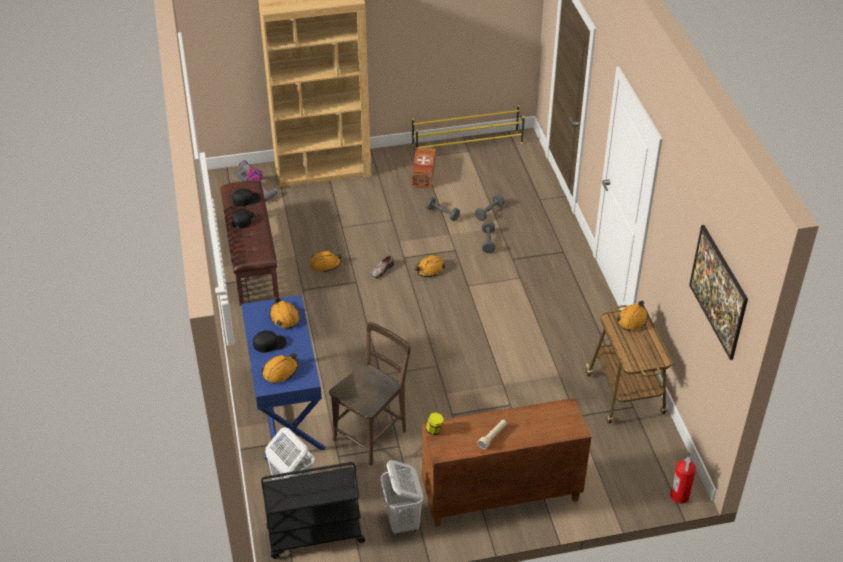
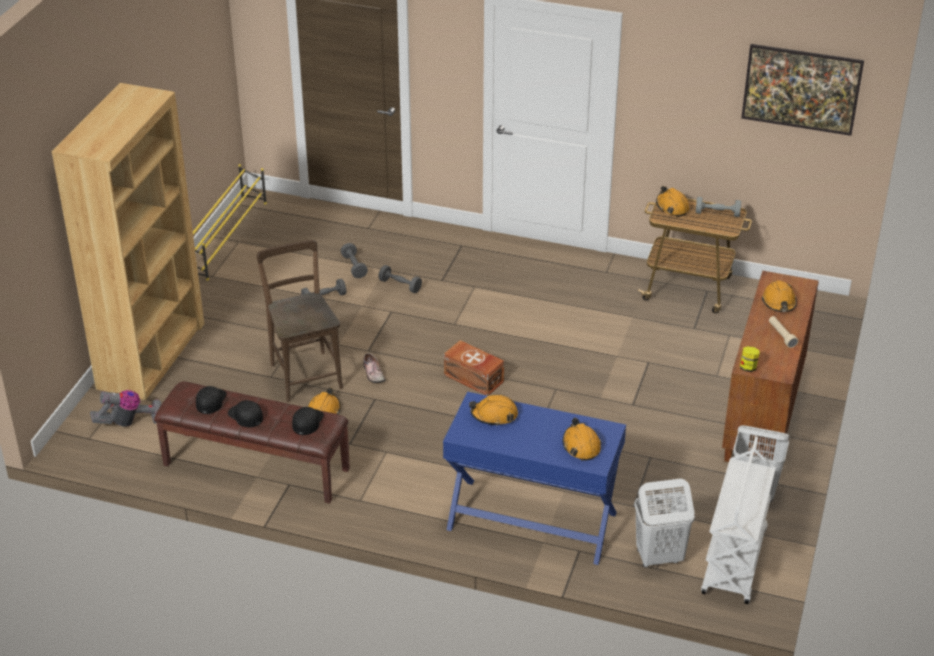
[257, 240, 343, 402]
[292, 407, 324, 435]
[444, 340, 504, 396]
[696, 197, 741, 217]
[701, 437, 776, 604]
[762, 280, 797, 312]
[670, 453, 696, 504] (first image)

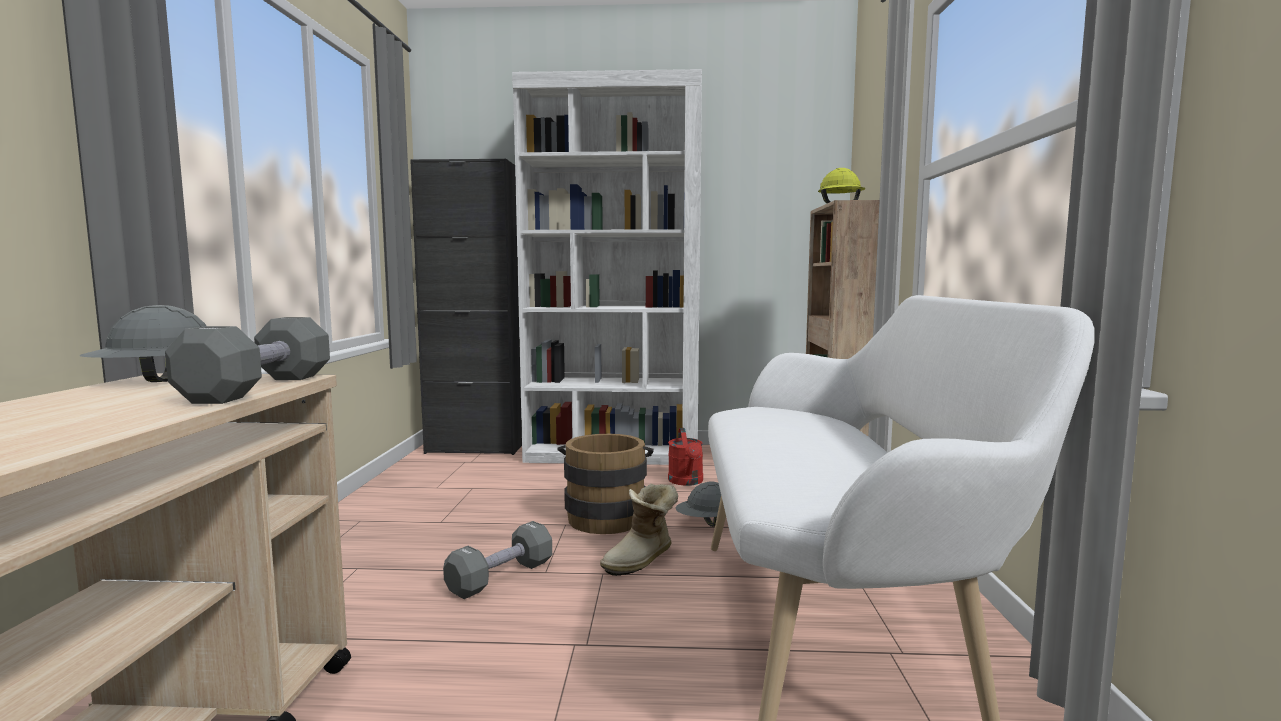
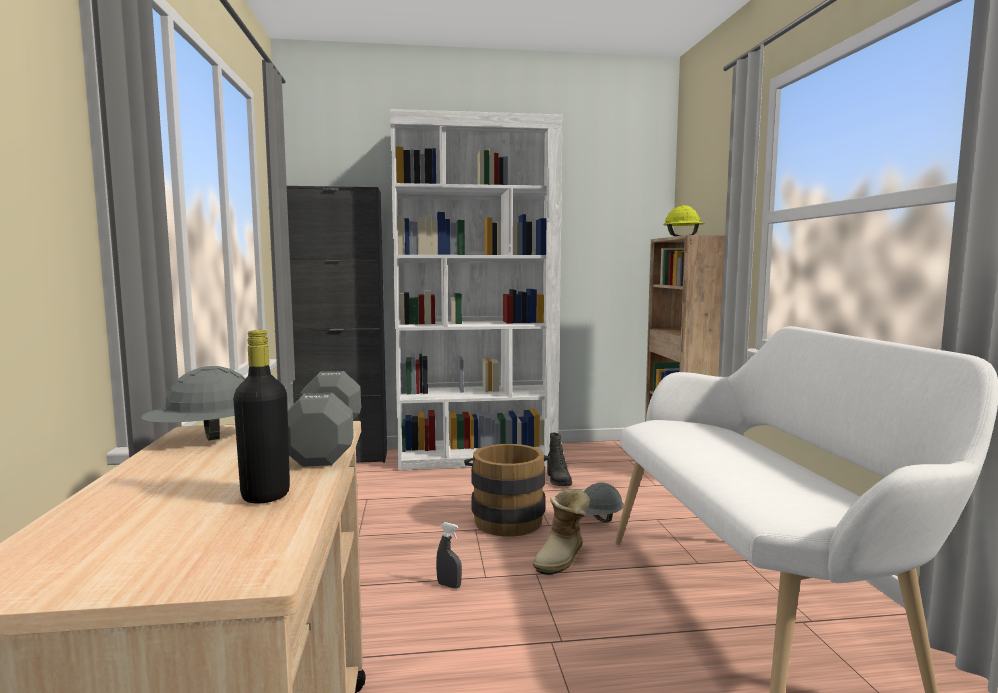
[233, 330, 290, 503]
[436, 522, 462, 589]
[547, 433, 572, 487]

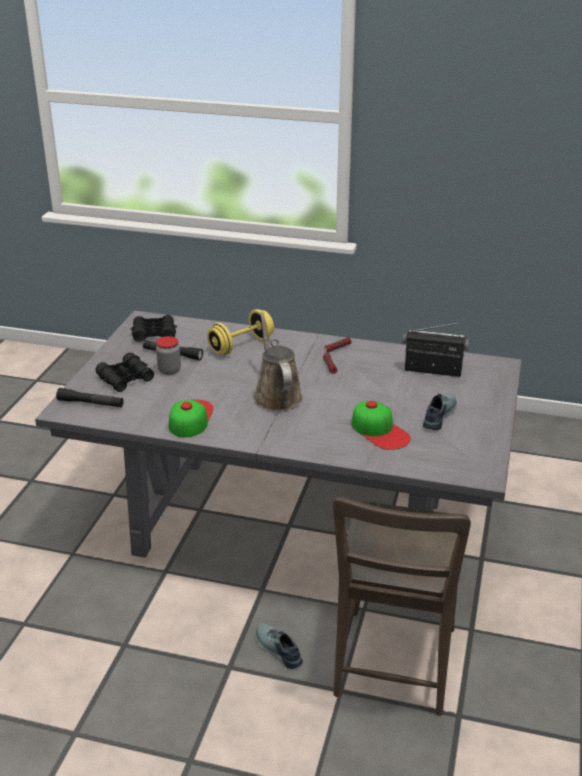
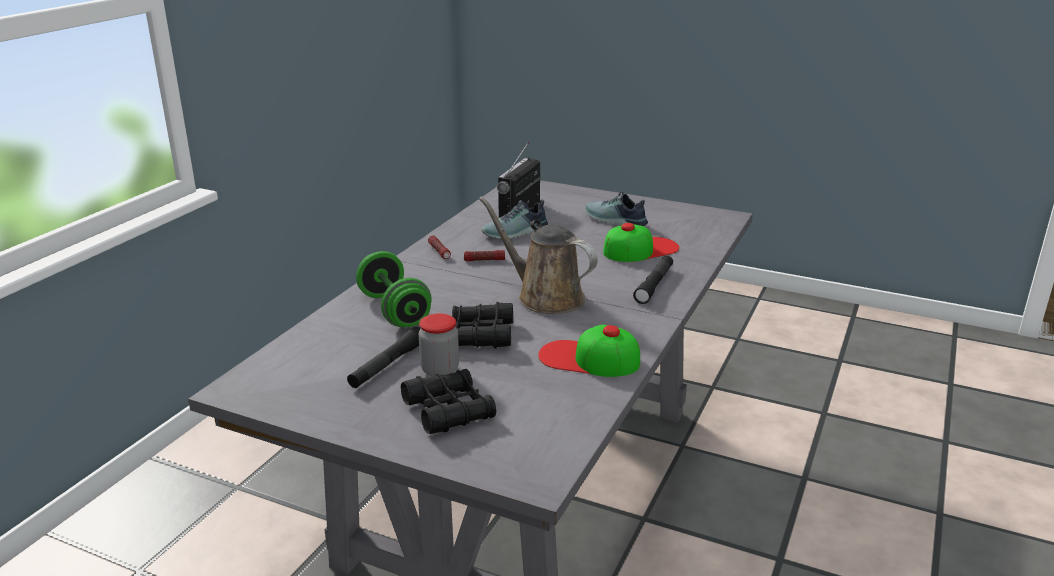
[356, 251, 432, 327]
[452, 302, 513, 349]
[479, 196, 598, 314]
[481, 199, 548, 239]
[633, 256, 673, 304]
[333, 497, 471, 716] (first image)

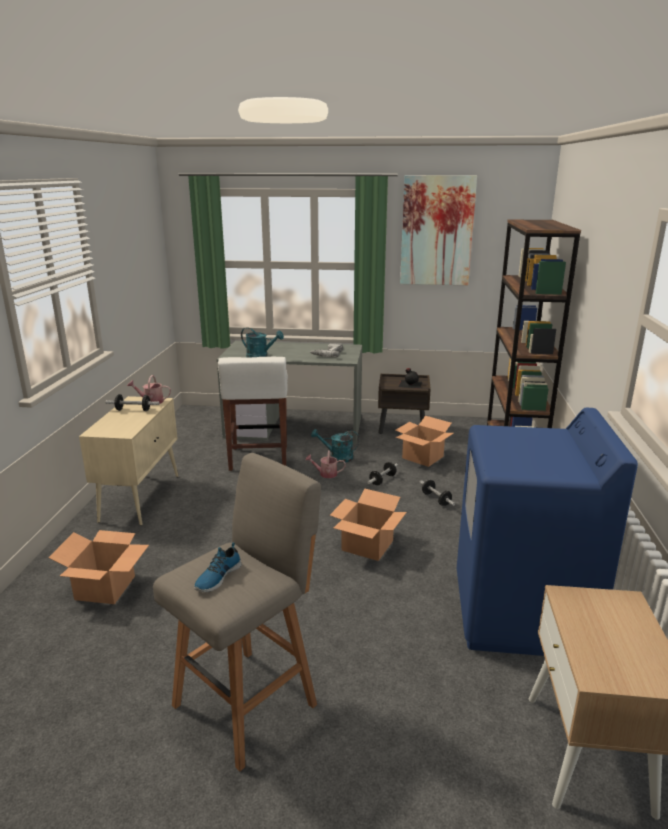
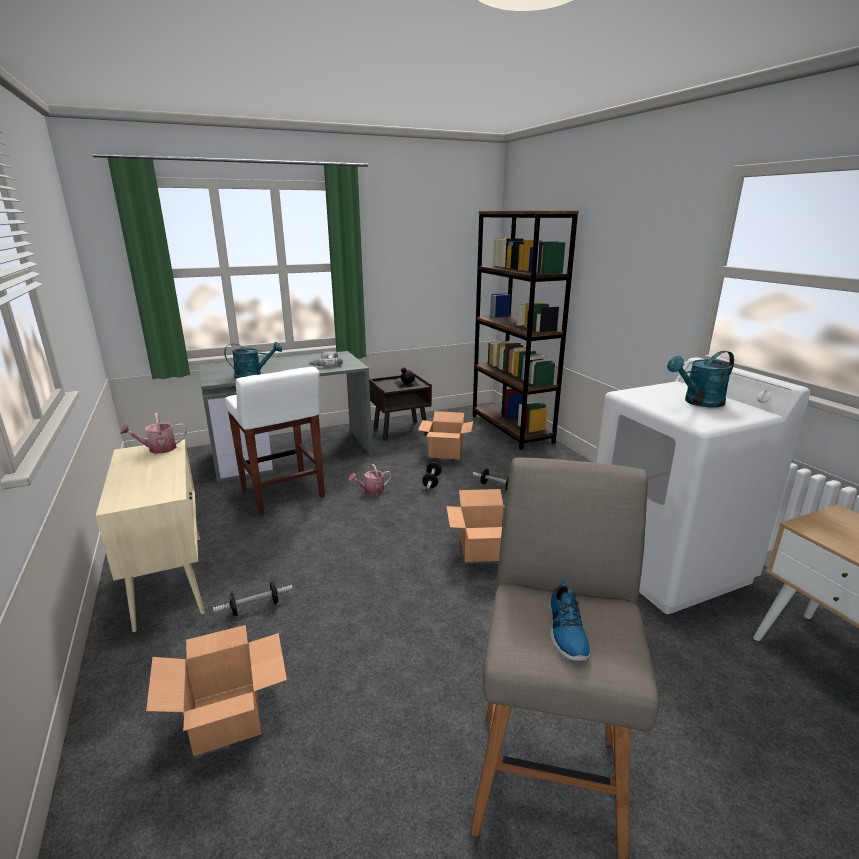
[213, 581, 293, 616]
[596, 357, 810, 614]
[667, 351, 734, 407]
[400, 175, 477, 285] (first image)

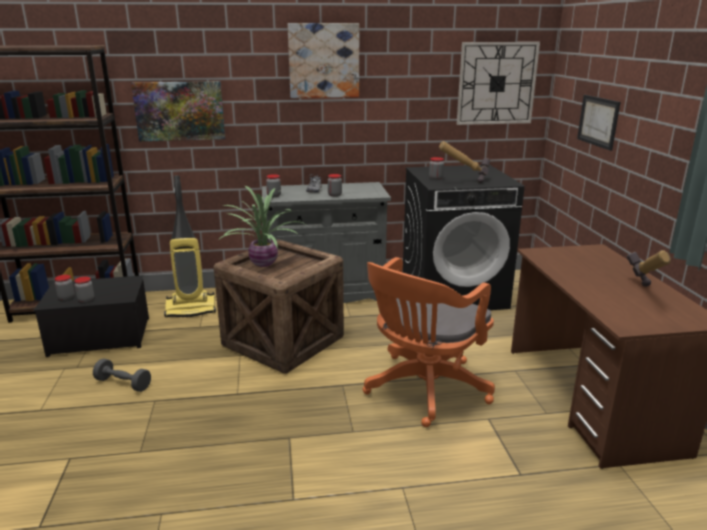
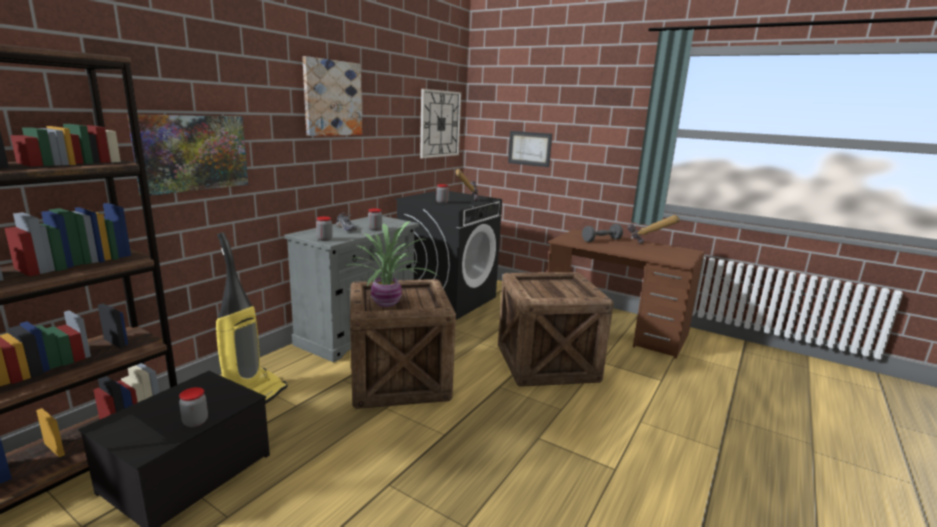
[498, 272, 614, 387]
[582, 224, 623, 242]
[54, 275, 75, 301] (first image)

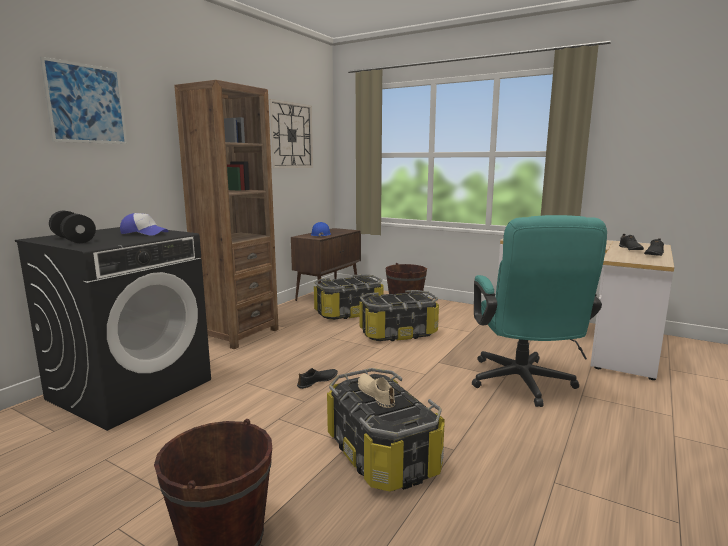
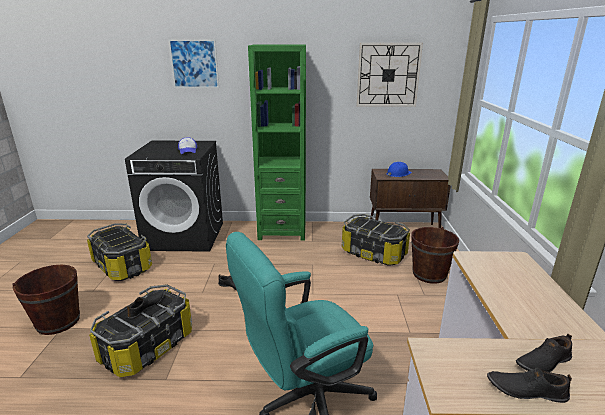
[87, 223, 152, 281]
[127, 291, 164, 320]
[248, 44, 306, 241]
[49, 211, 96, 243] (first image)

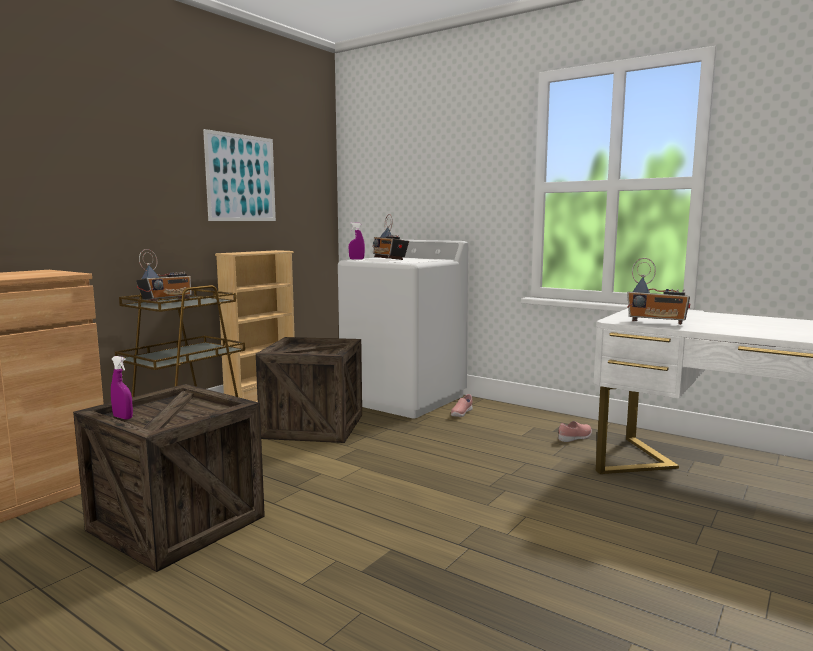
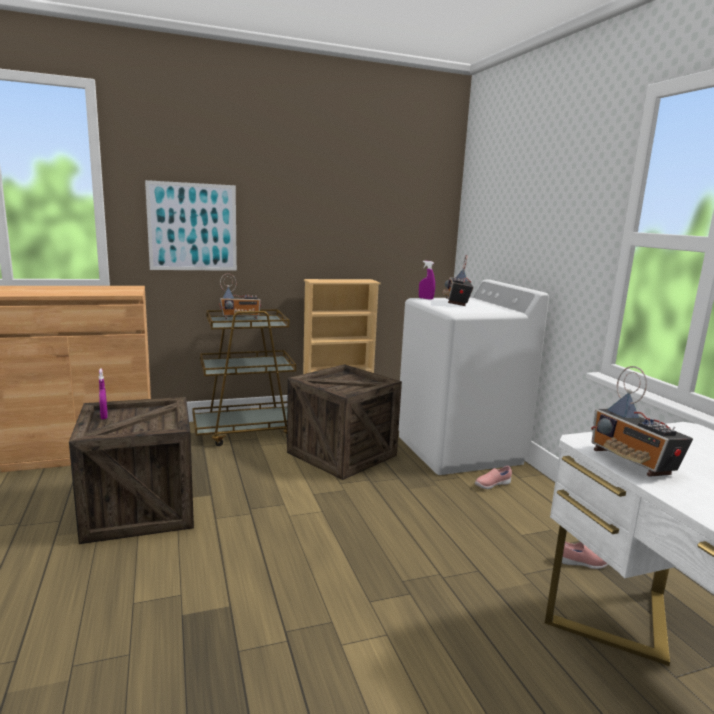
[145, 180, 237, 271]

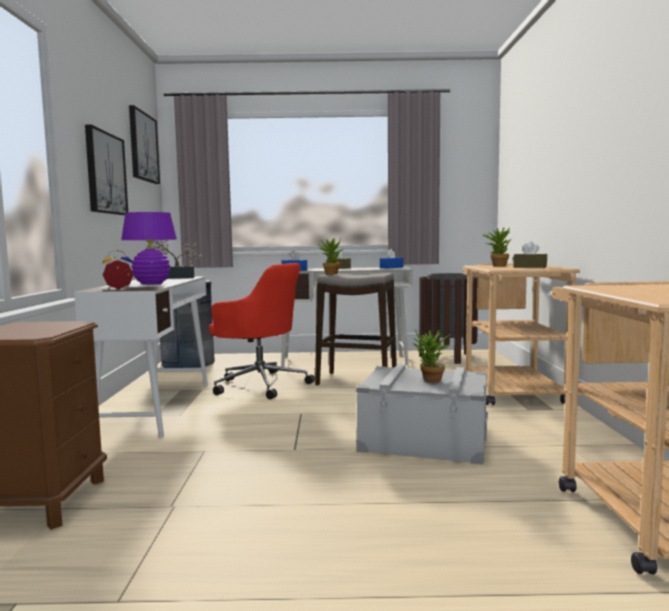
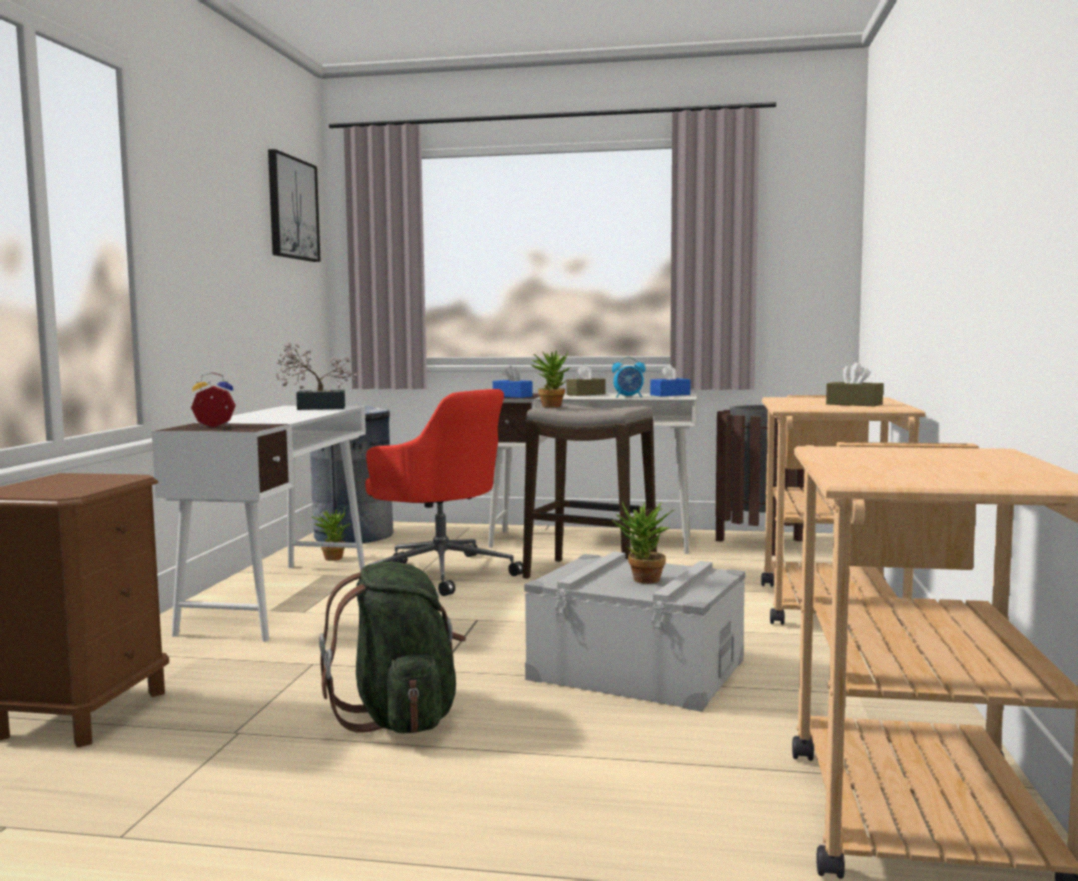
[312, 508, 350, 561]
[319, 562, 466, 734]
[612, 357, 646, 397]
[85, 125, 128, 215] (first image)
[121, 212, 177, 285] (first image)

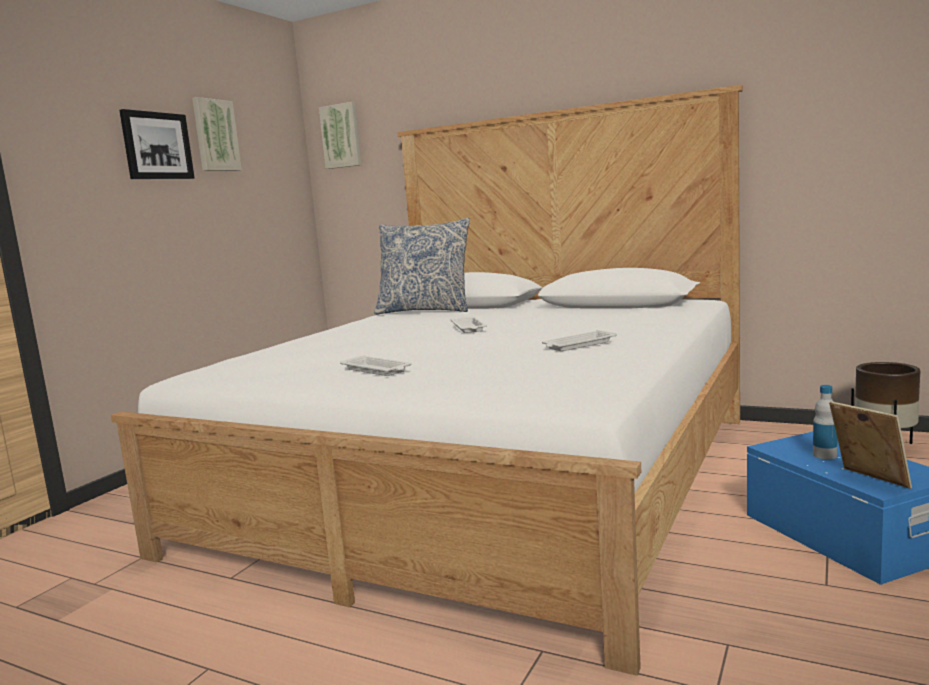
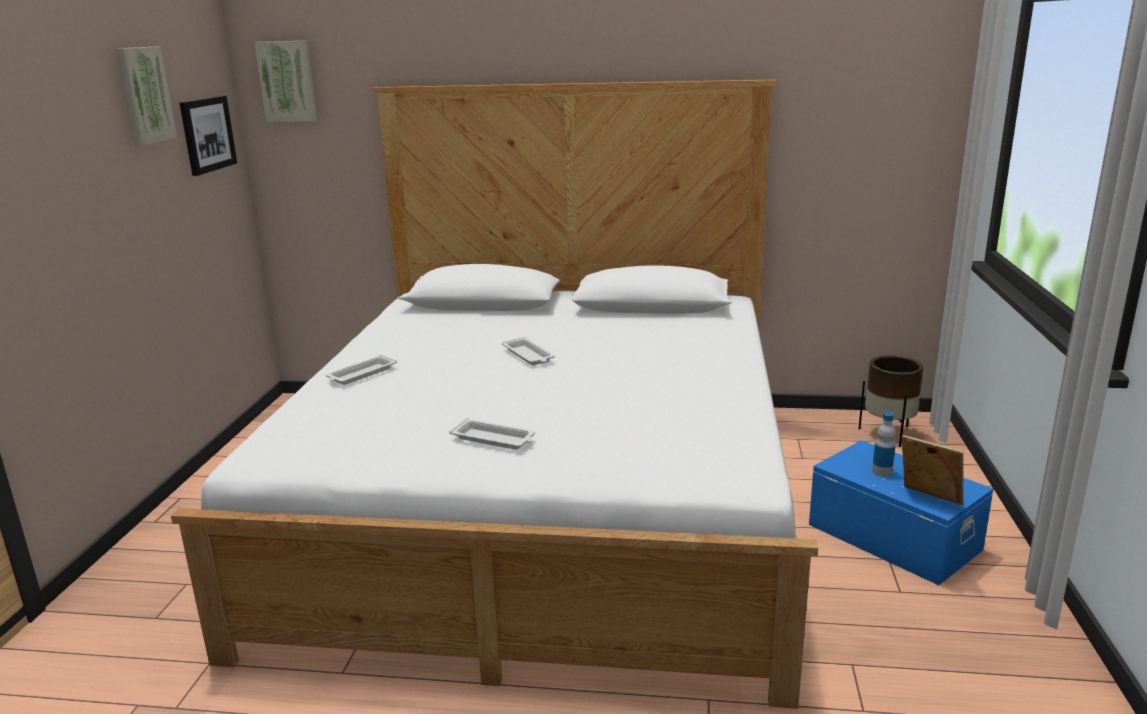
[179, 96, 237, 176]
[325, 355, 397, 385]
[374, 218, 470, 315] (first image)

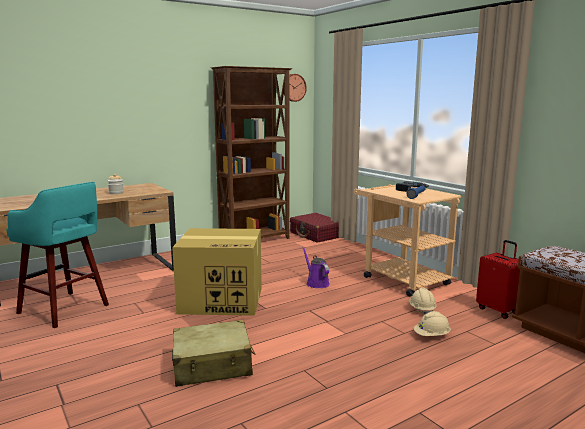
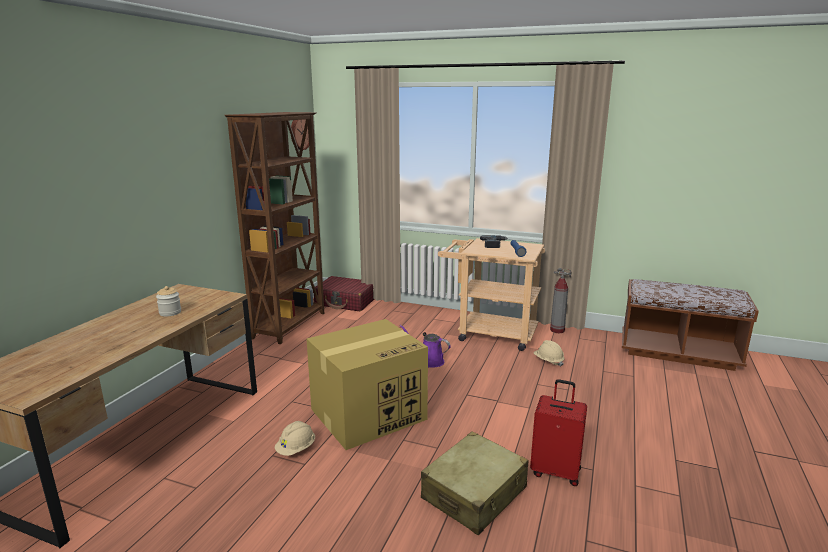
[275, 421, 315, 456]
[530, 379, 587, 486]
[550, 268, 571, 333]
[6, 182, 109, 328] (first image)

